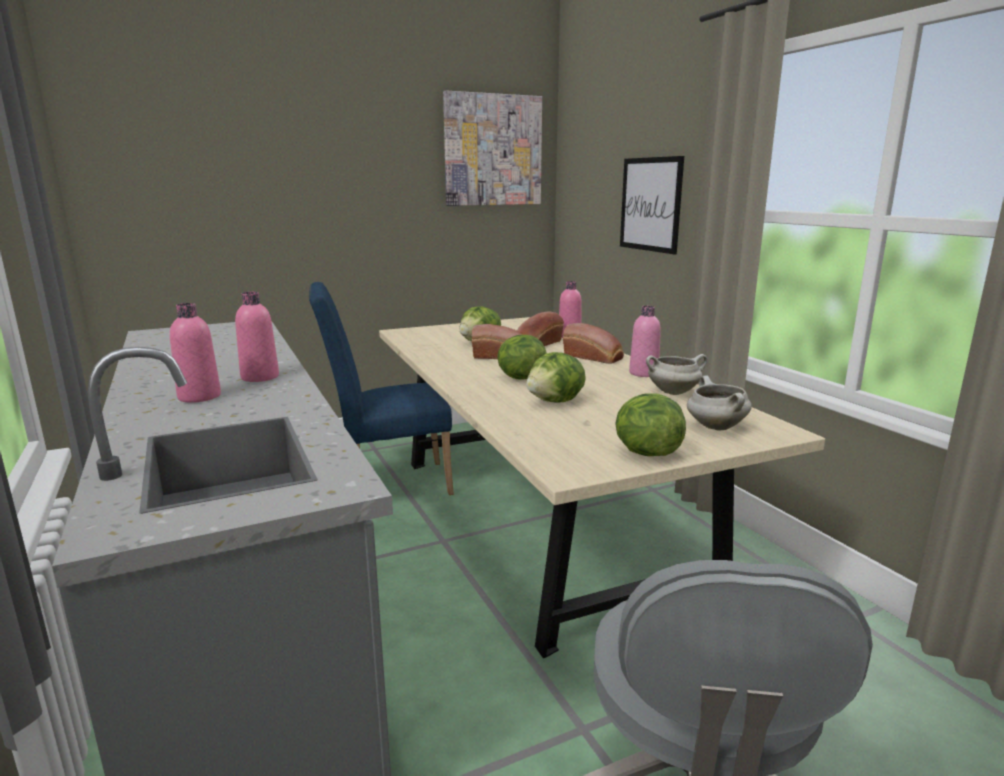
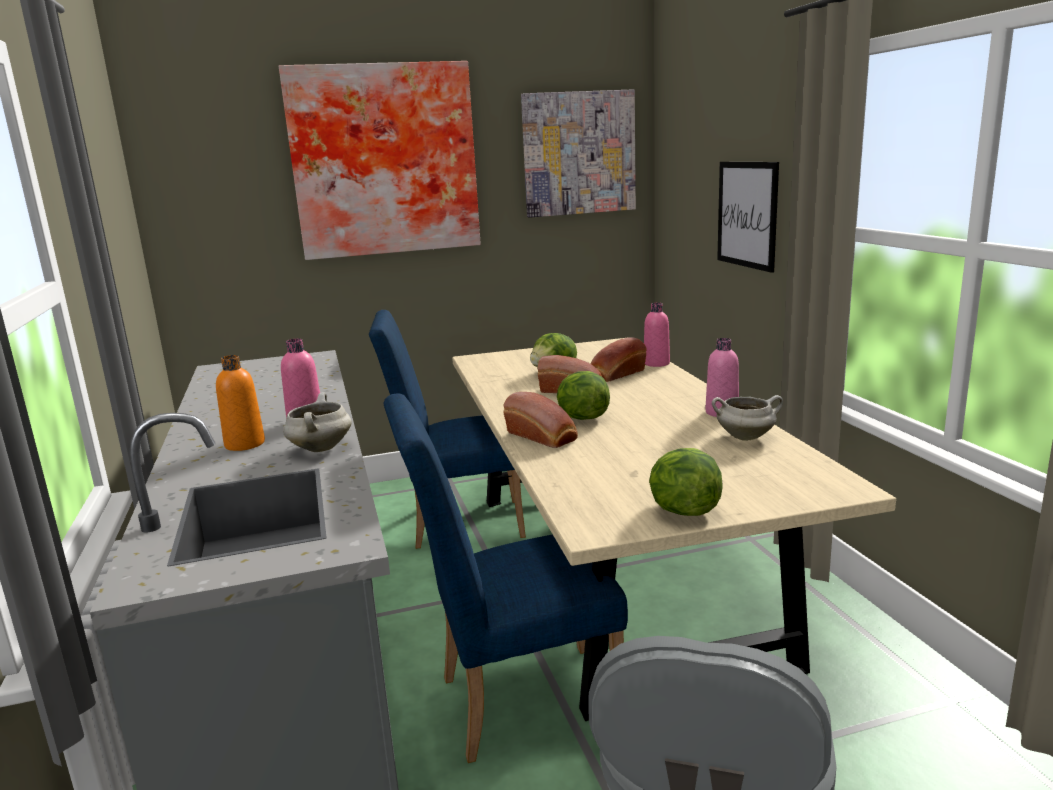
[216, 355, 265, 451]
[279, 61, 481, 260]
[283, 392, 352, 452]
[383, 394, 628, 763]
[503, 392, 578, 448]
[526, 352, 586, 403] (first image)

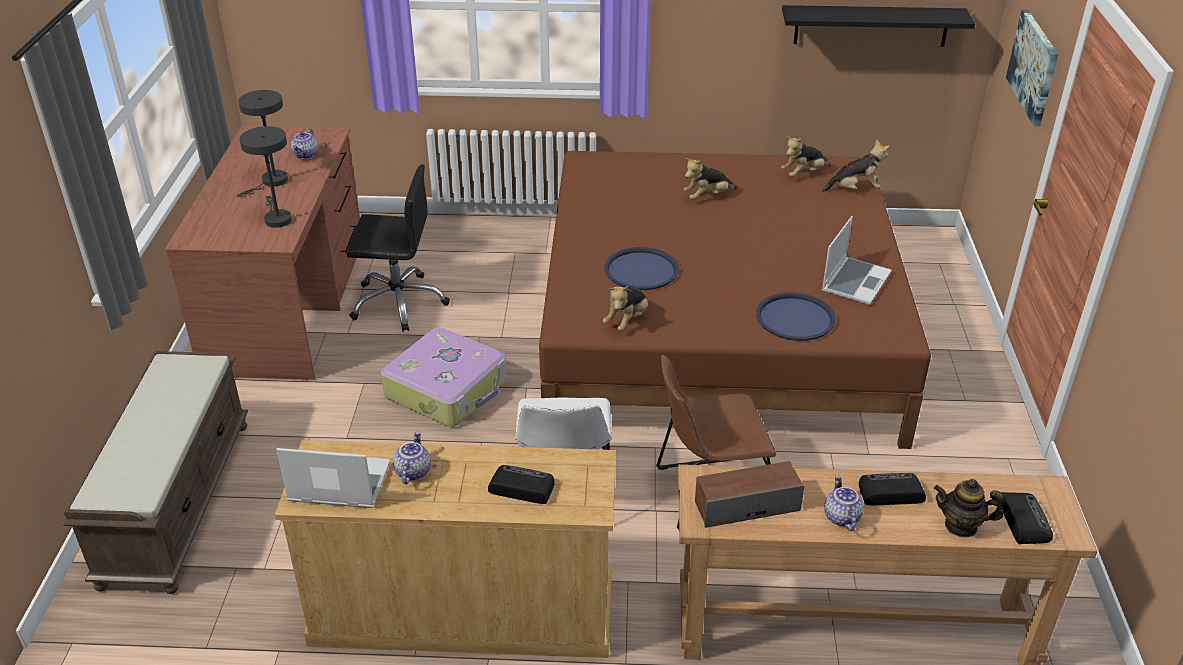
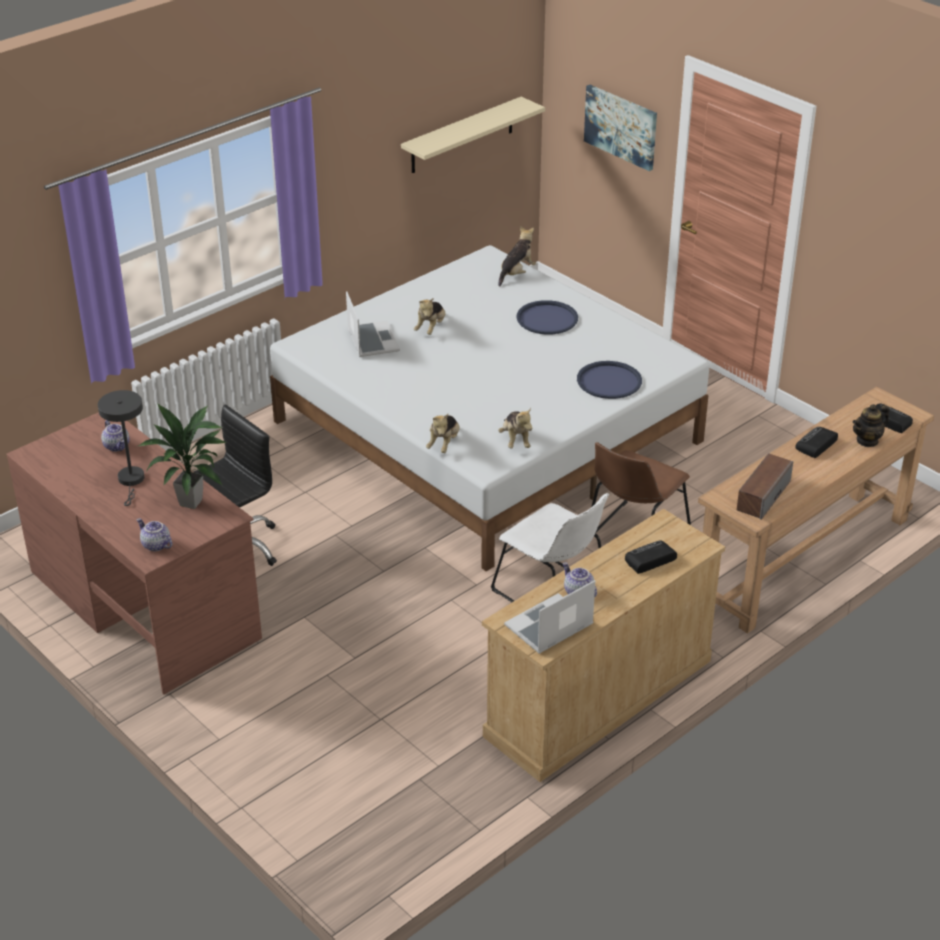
[137, 518, 172, 551]
[138, 403, 227, 509]
[270, 245, 710, 571]
[346, 291, 400, 357]
[401, 97, 545, 173]
[426, 414, 460, 453]
[516, 300, 578, 334]
[63, 351, 248, 594] (first image)
[381, 327, 507, 427] (first image)

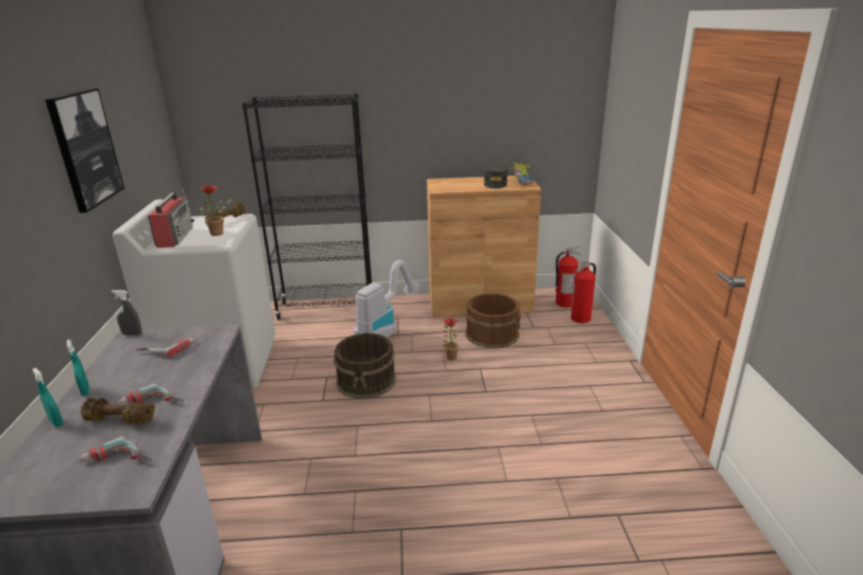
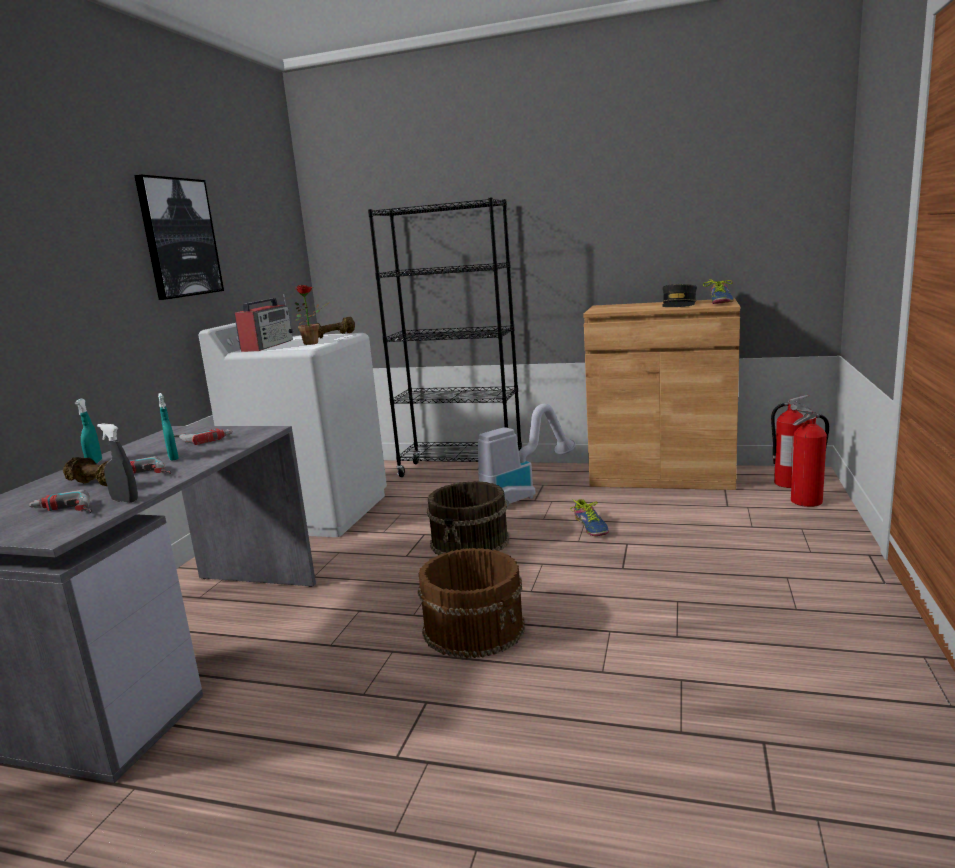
[97, 423, 138, 502]
[158, 393, 179, 461]
[418, 548, 525, 658]
[570, 499, 609, 536]

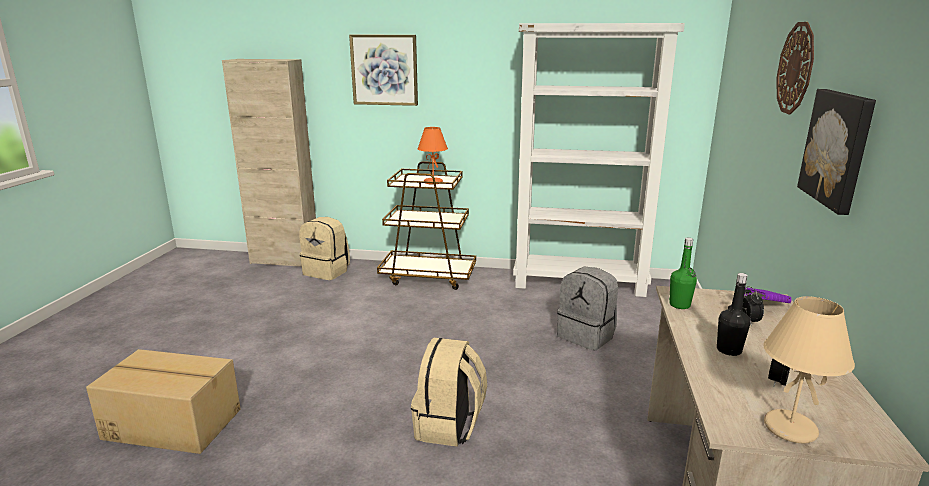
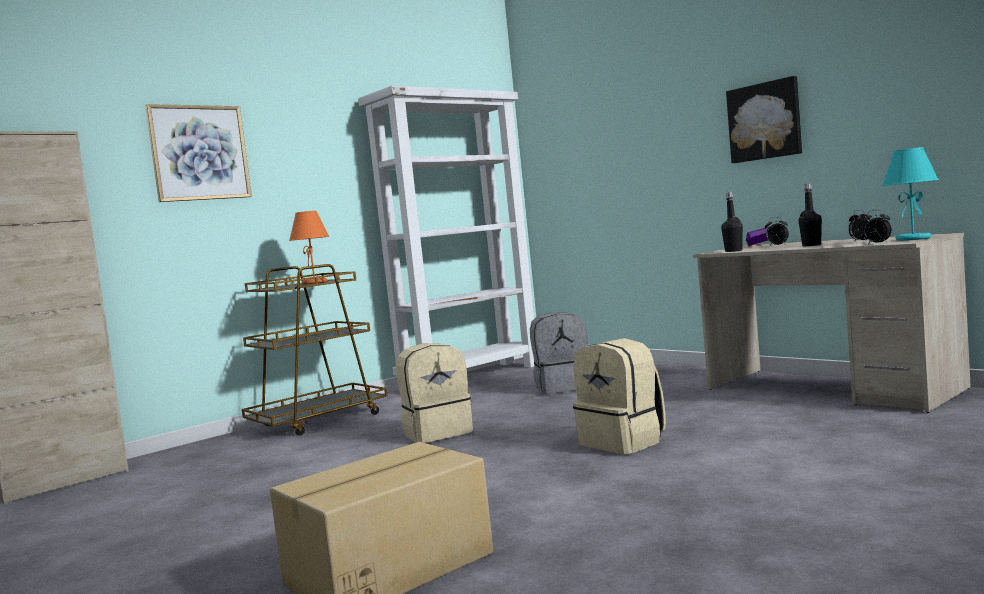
[396, 343, 473, 443]
[721, 192, 743, 252]
[862, 210, 892, 244]
[883, 147, 939, 241]
[777, 22, 814, 114] (first image)

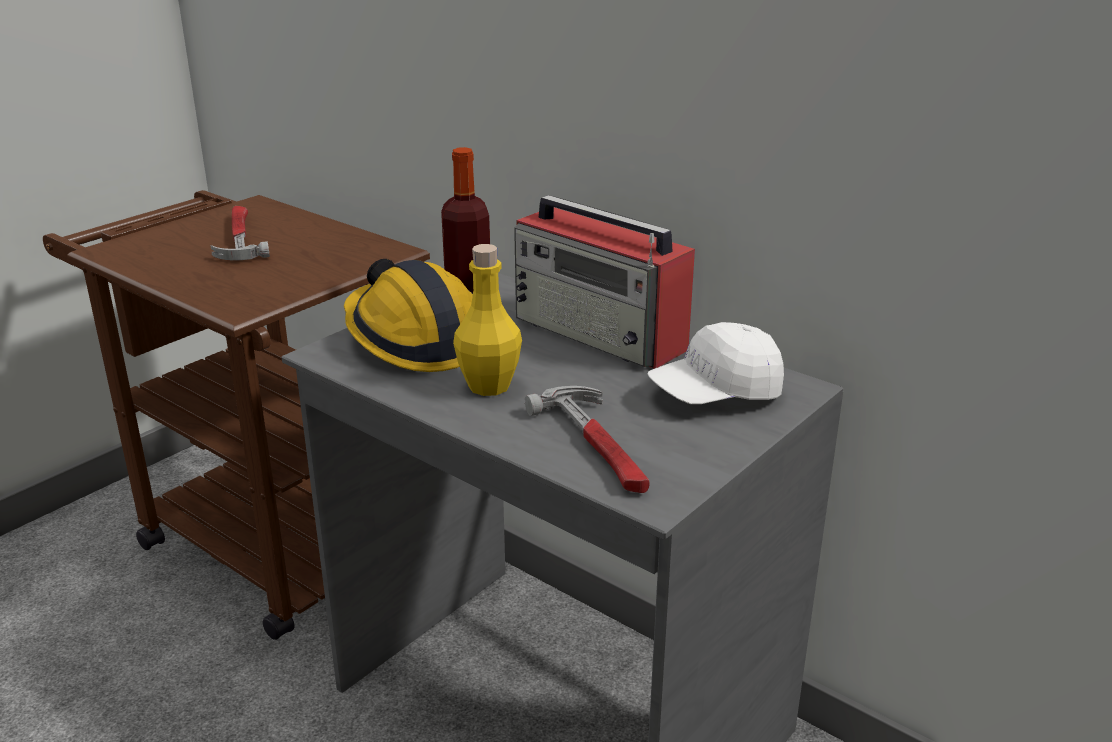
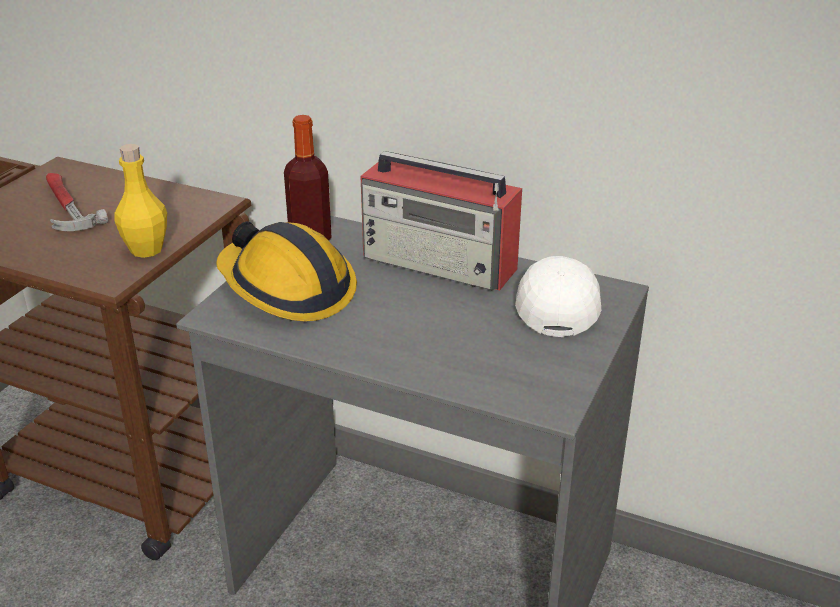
[114, 144, 167, 258]
[515, 256, 601, 337]
[525, 386, 649, 493] (first image)

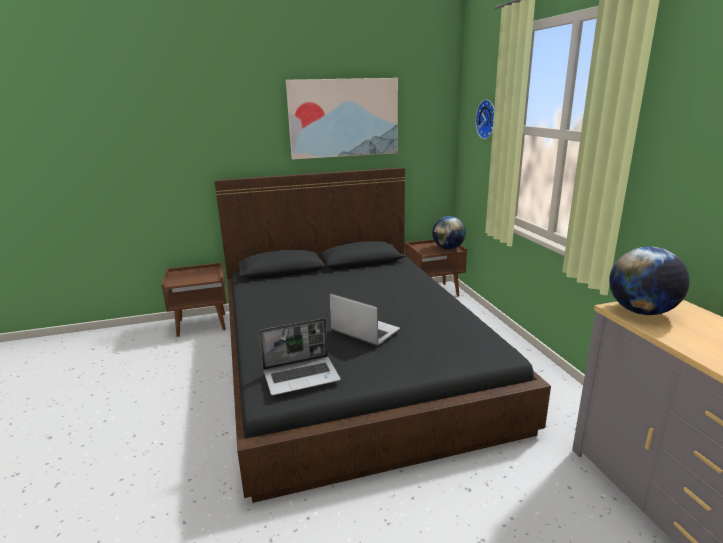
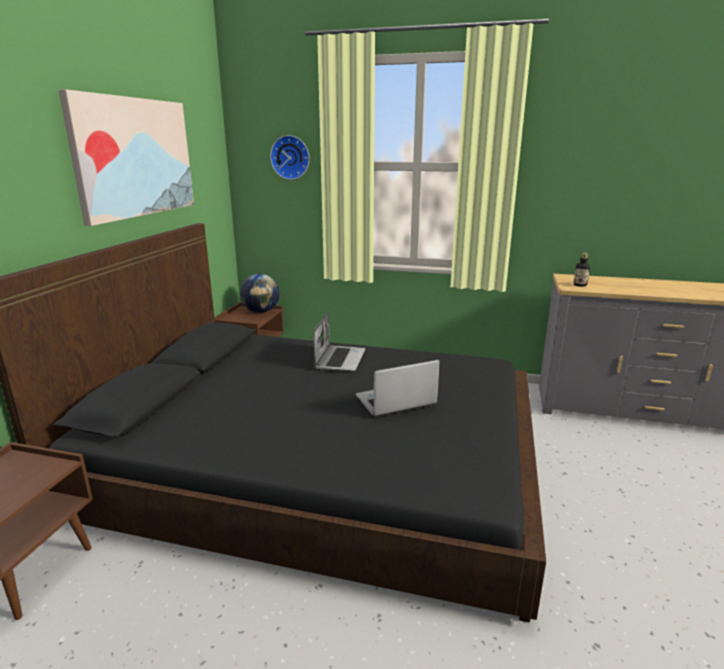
[313, 312, 366, 372]
[574, 253, 590, 287]

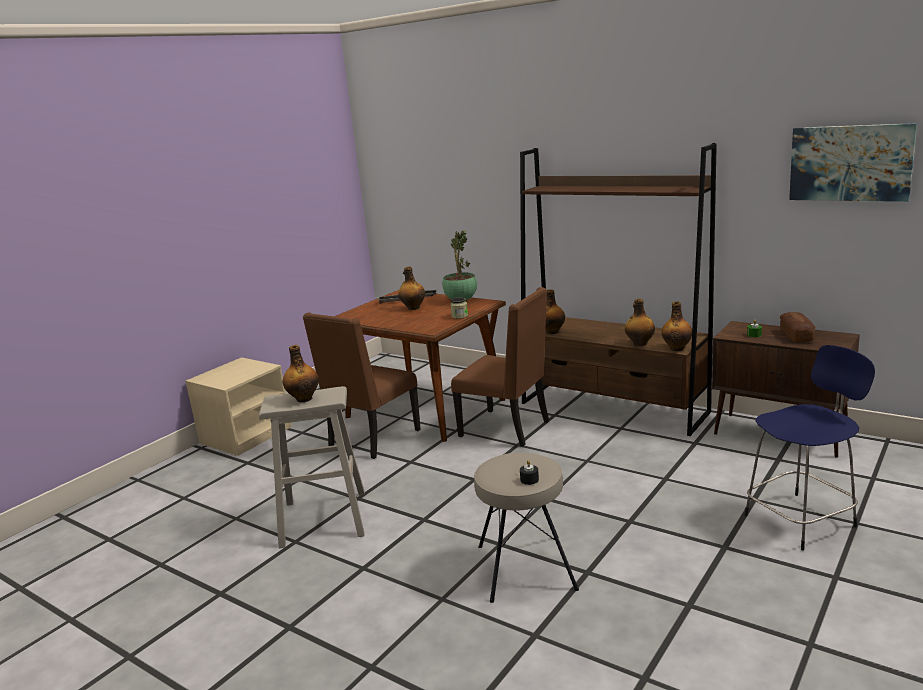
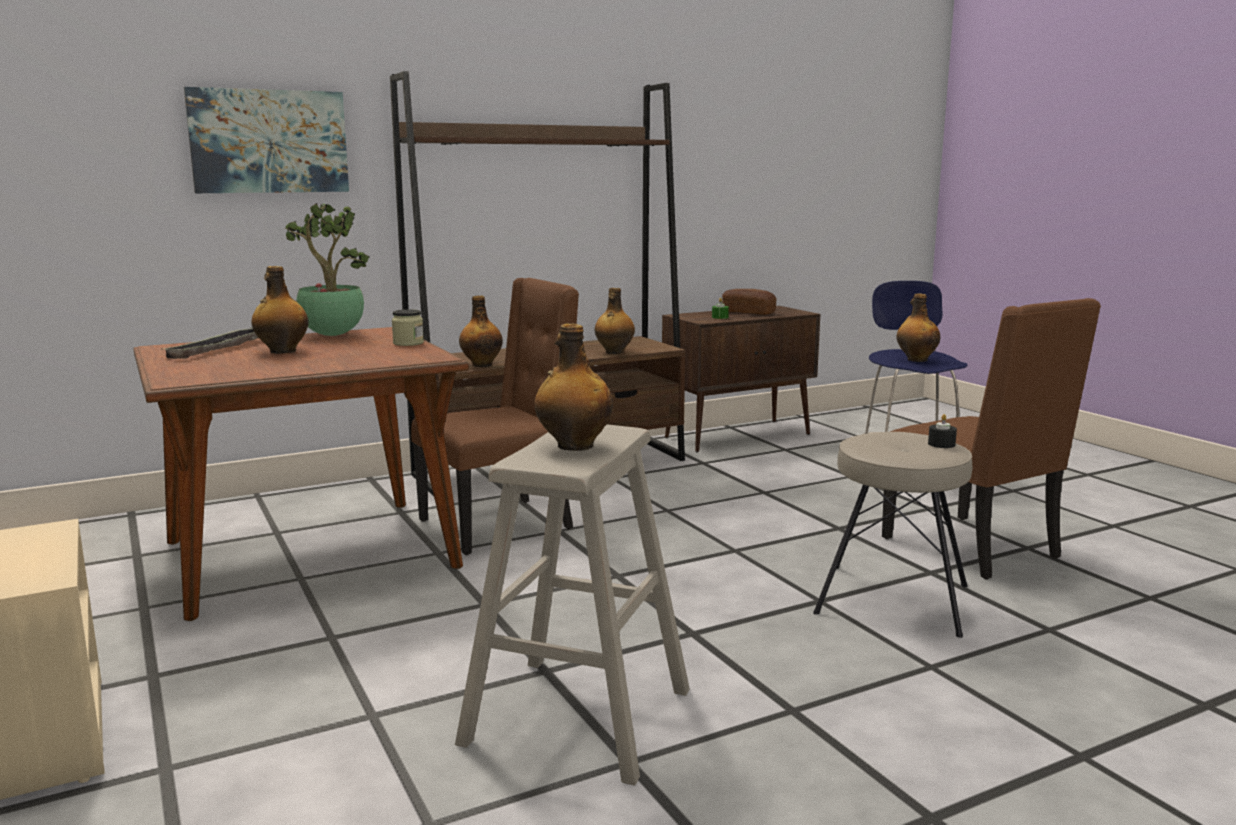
[184, 87, 349, 193]
[882, 298, 1101, 580]
[896, 293, 940, 362]

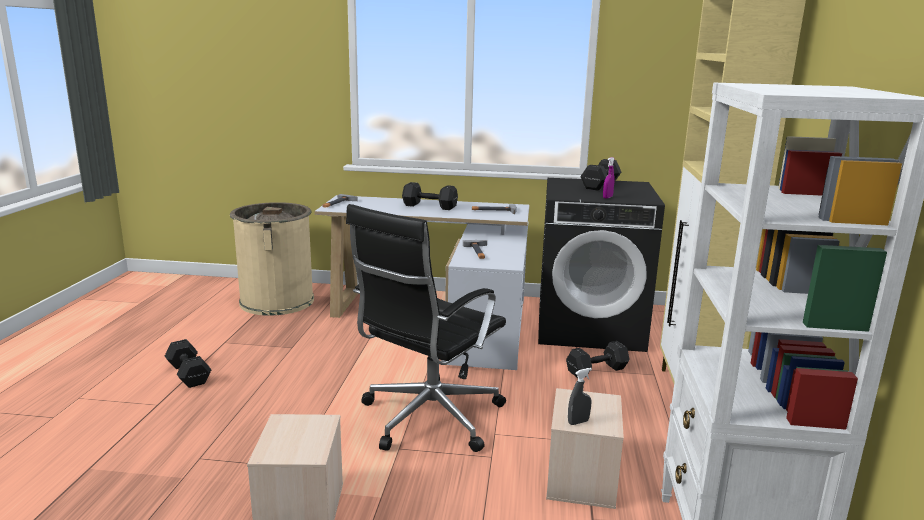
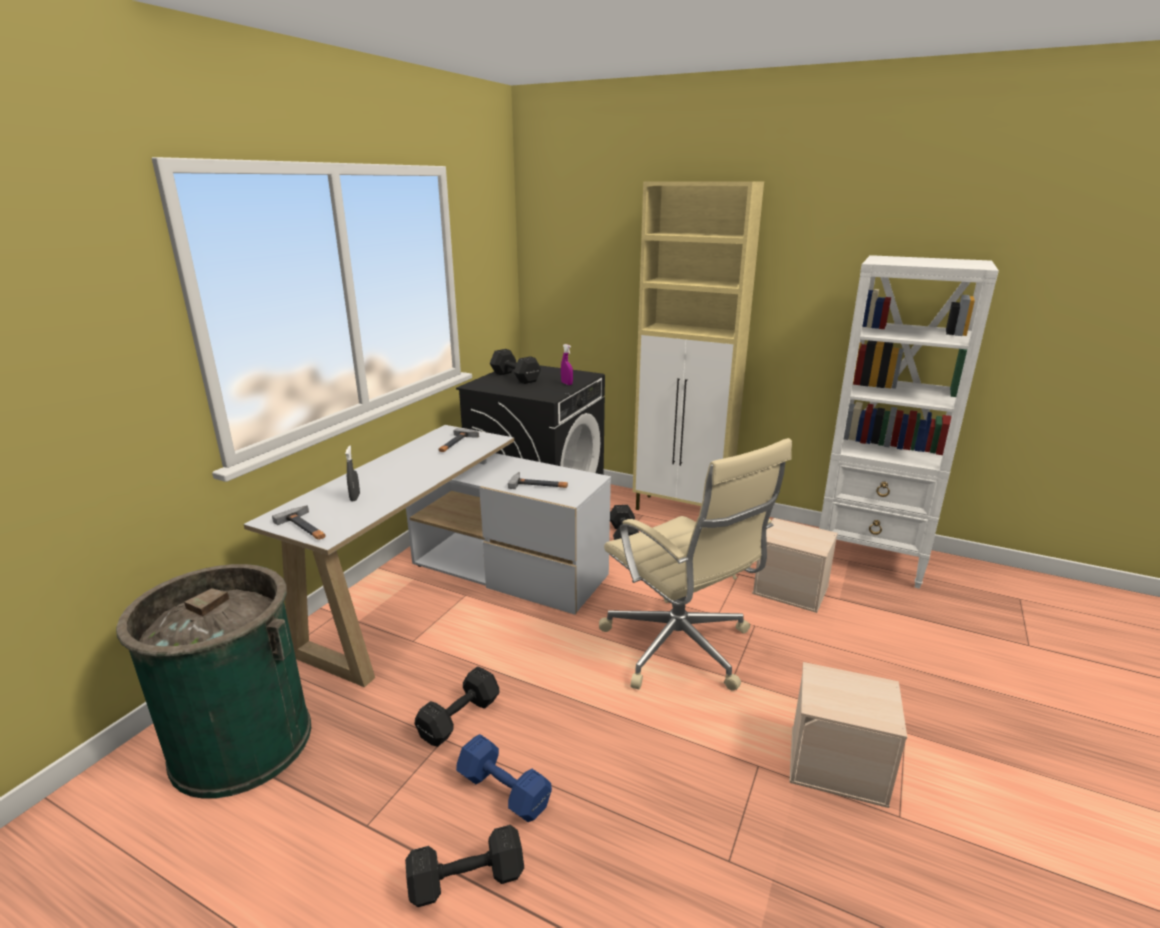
[116, 564, 311, 799]
[345, 445, 360, 501]
[414, 667, 500, 747]
[456, 734, 552, 822]
[599, 438, 792, 691]

